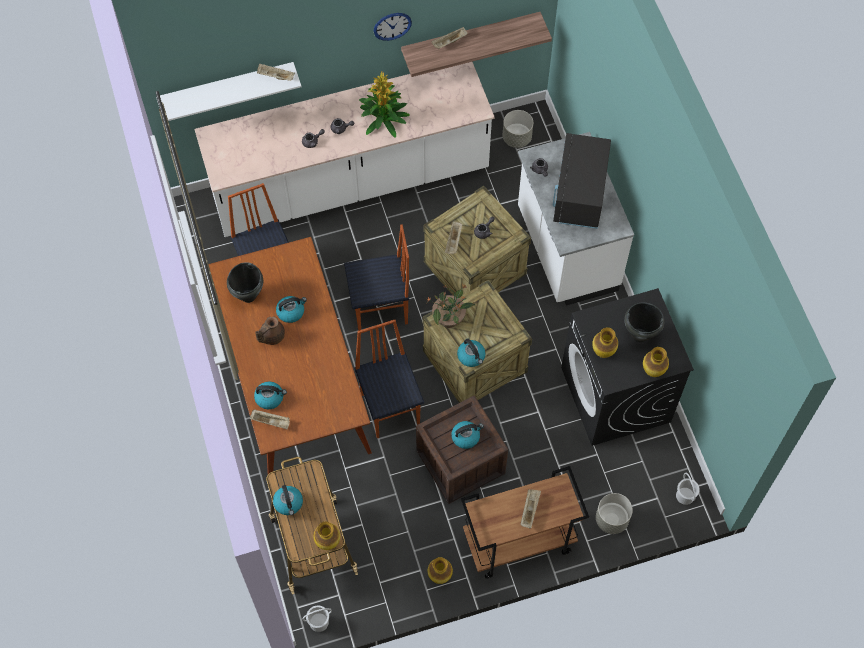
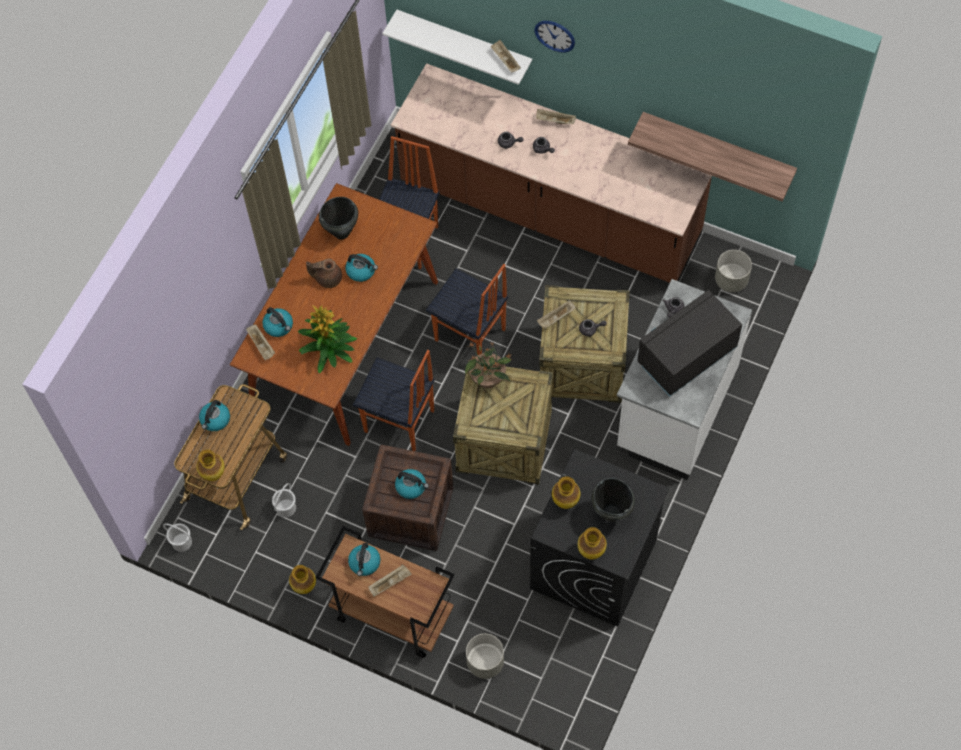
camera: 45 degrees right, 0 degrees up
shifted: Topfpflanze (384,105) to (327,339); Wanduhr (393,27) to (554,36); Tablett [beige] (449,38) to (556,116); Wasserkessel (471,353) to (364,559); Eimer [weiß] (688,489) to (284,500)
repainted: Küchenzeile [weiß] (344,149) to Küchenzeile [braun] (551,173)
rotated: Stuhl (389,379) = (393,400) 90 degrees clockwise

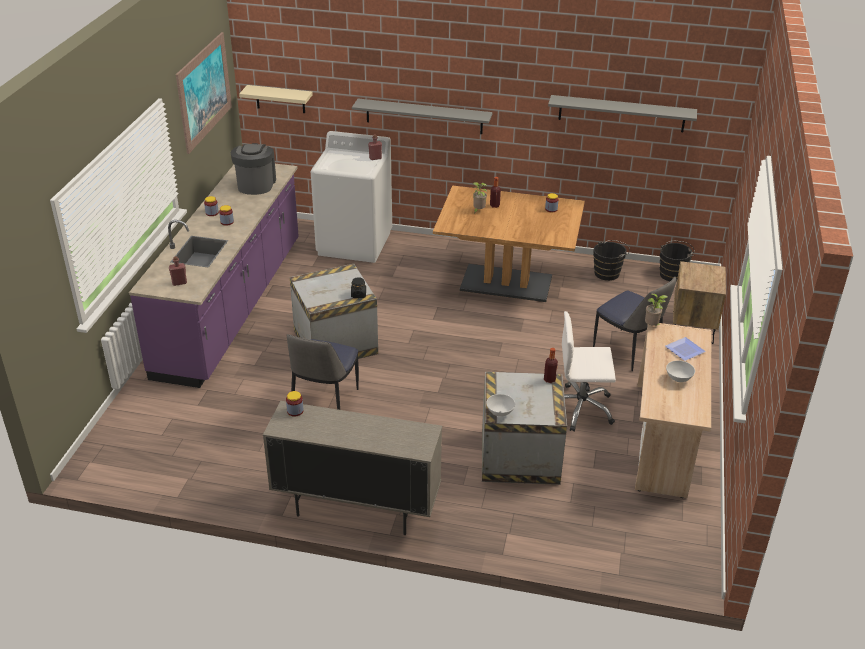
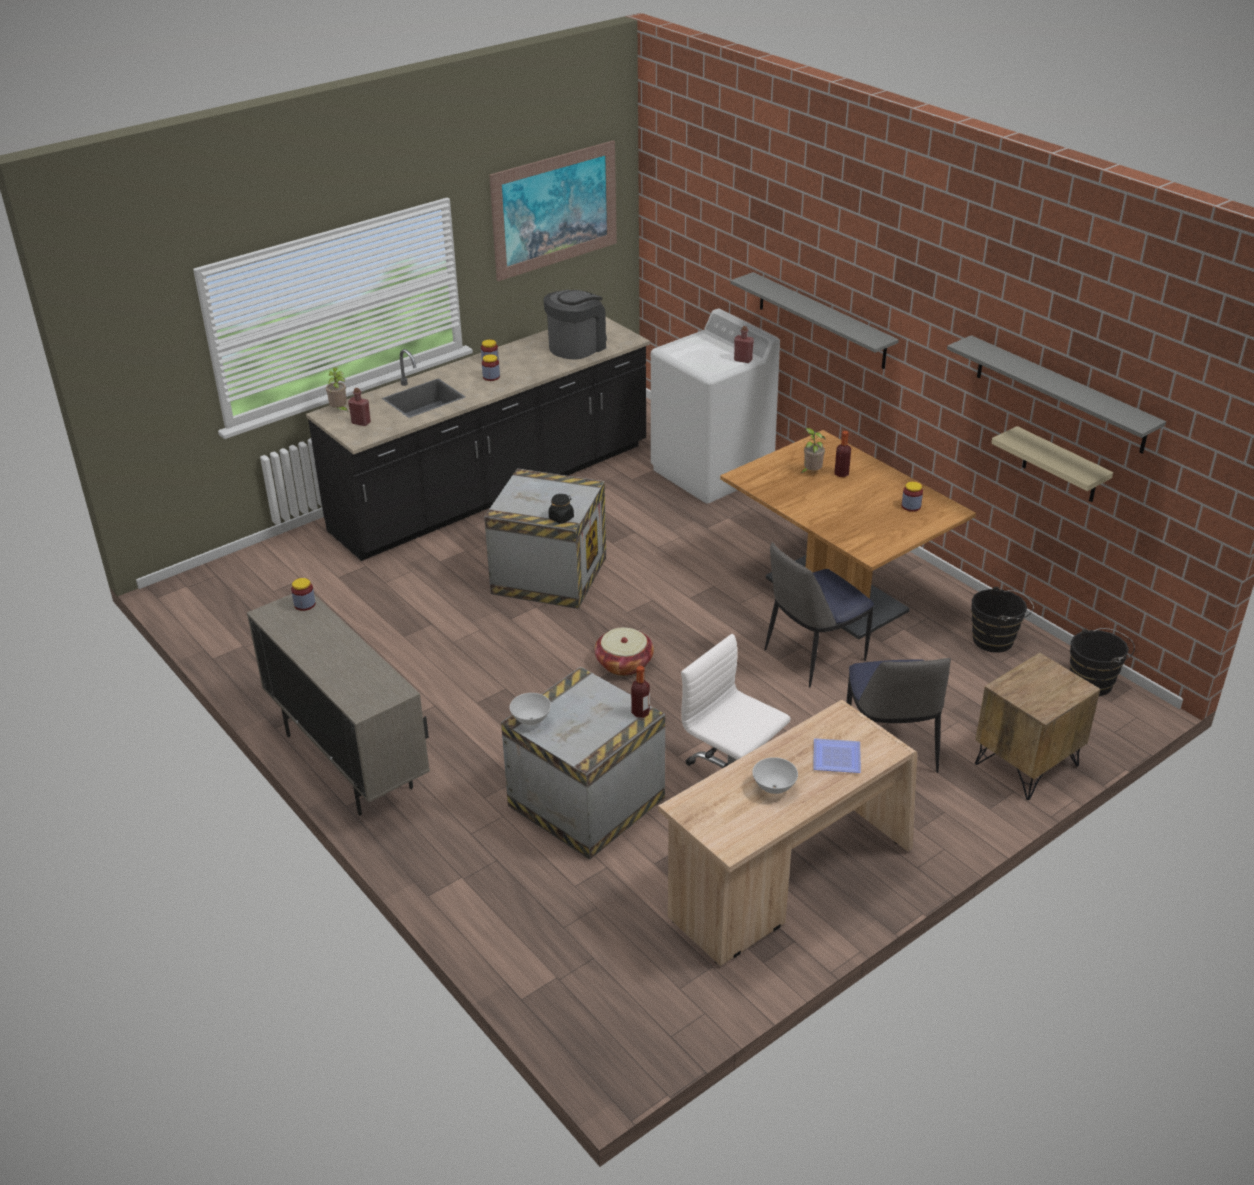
camera: 40 degrees right, 0 degrees up
new: Korb (624,652)
shifted: Wandregal [beige] (276,99) to (1052,464); Stuhl (323,372) to (819,614); Topfpflanze (656,310) to (337,390)
repainted: Küchenzeile [lila] (214,276) to Küchenzeile [schwarz] (478,439)

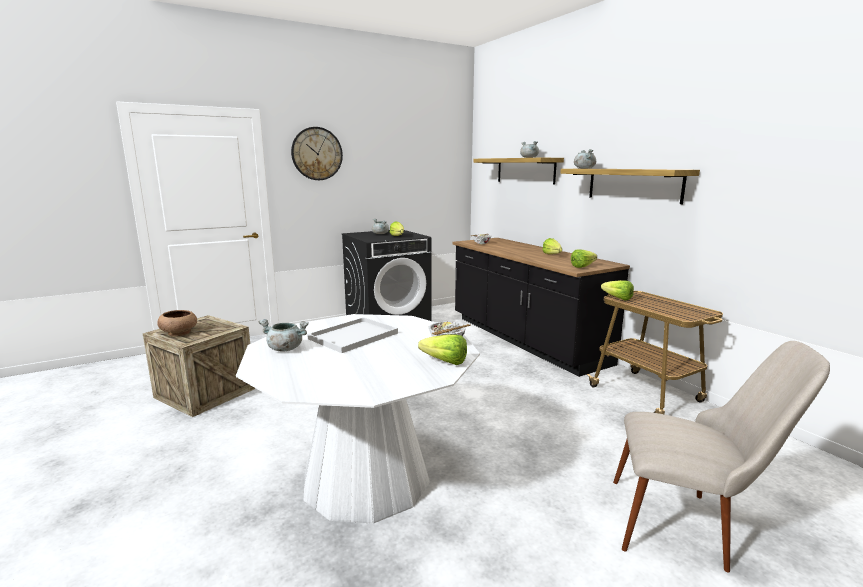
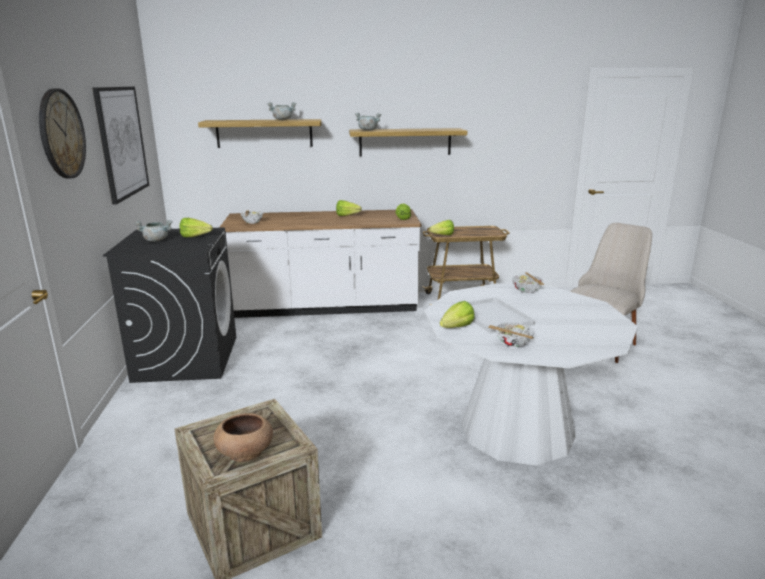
camera: 65 degrees left, 5 degrees up
new: Bild (120,146)
shifted: Salatkopf (442,349) to (457,314)
swapped: Kochtopf [grau] (284,335) to Schüssel (511,334)
repainted: Küchenzeile [schwarz] (541,307) to Küchenzeile [weiß] (320,263)

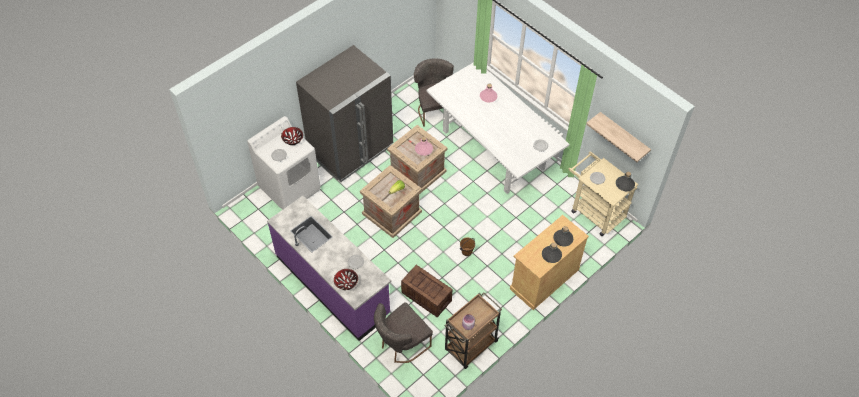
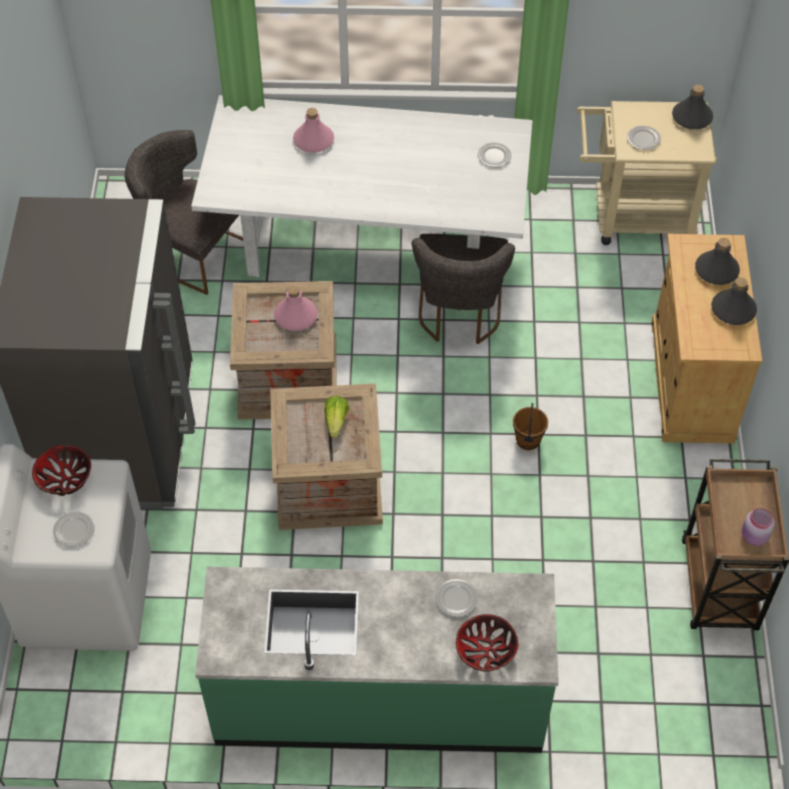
camera: 45 degrees left, 0 degrees up
gone: Kiste (427,291); Wandregal (618,137)
shifted: Stuhl [grau] (403,332) to (463,289)
repainted: Küchenzeile [lila] (329,268) to Küchenzeile [grün] (377,660)

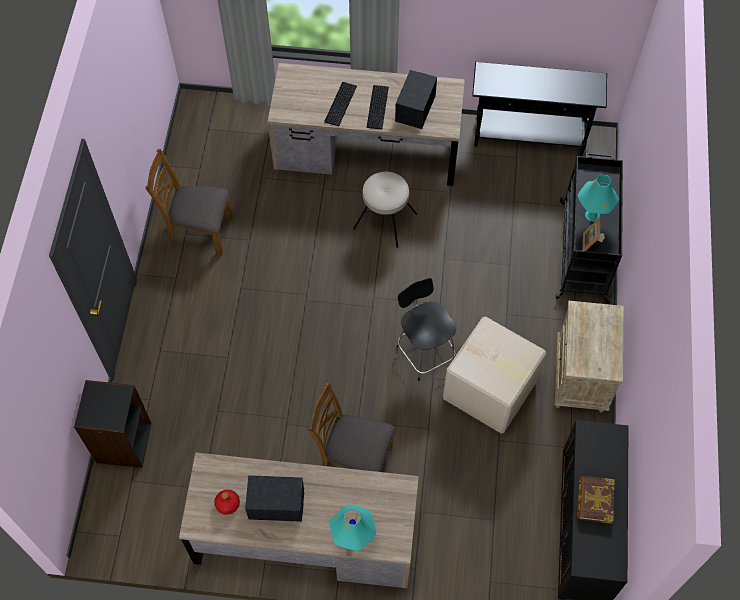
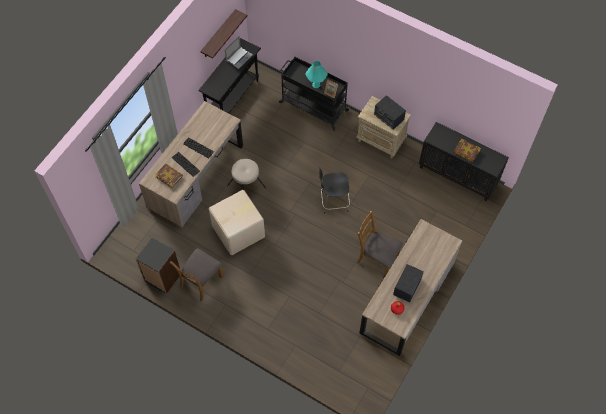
camera: 65 degrees left, 0 degrees up
gone: Tischlampe [türkis] (353,527)
new: Buch (169,176); Wandregal (223,33); Laptop (239,52)
shifted: Bücherregal [schwarz] (113,424) to (157,266); Radio (416,99) to (390,112); Karton (494,374) to (237,222)
rotated: Stuhl [braun] (351,427) = (380,243) 75 degrees clockwise

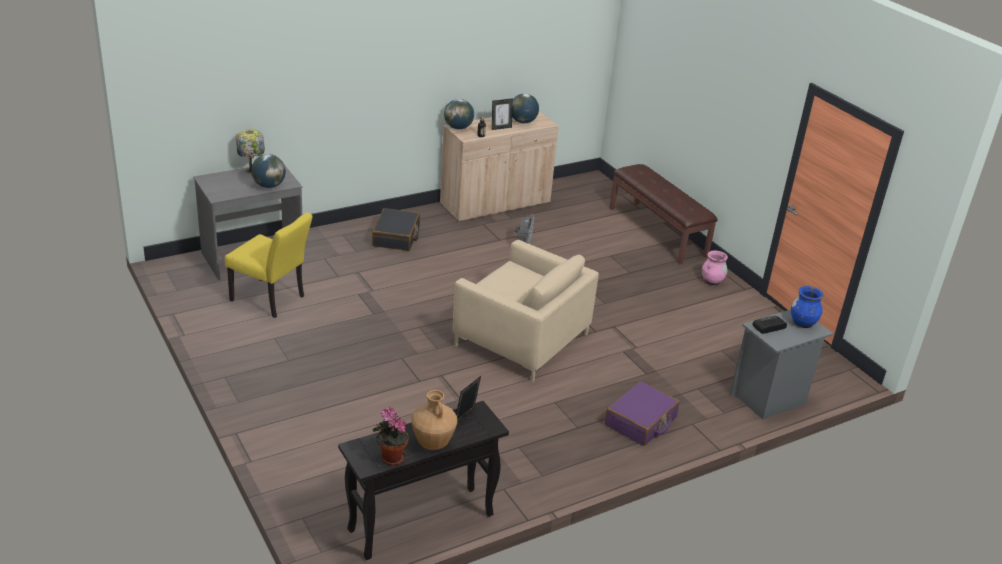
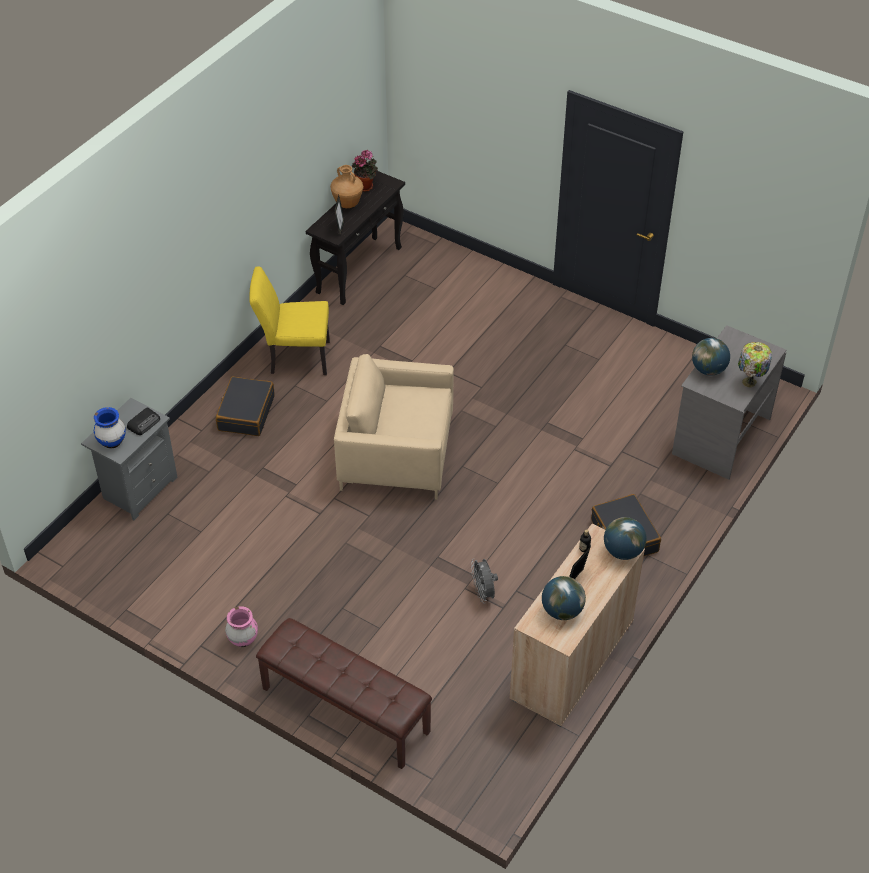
camera: 155 degrees right, 15 degrees up
shifted: Stuhl [gelb] (268,265) to (289,320)
repainted: Koffer [lila] (642,413) to Koffer [schwarz] (245,406)

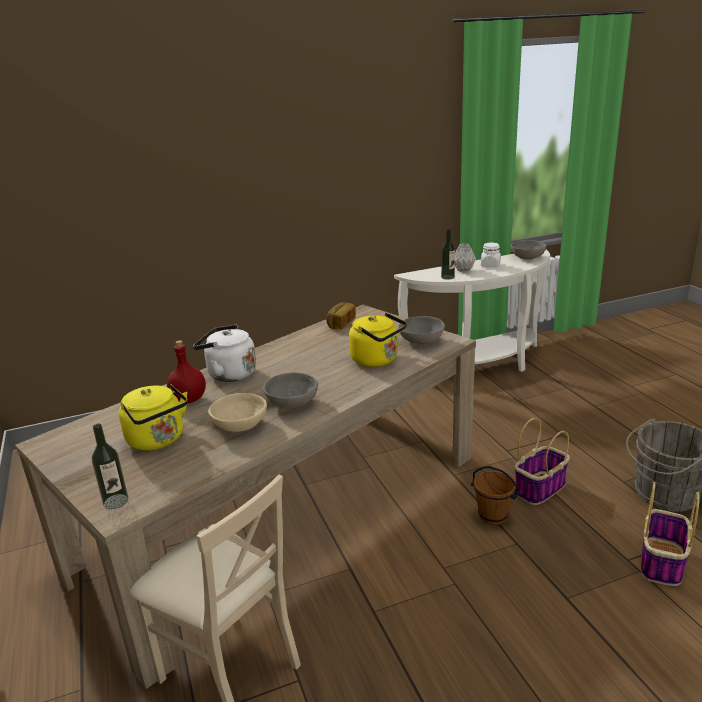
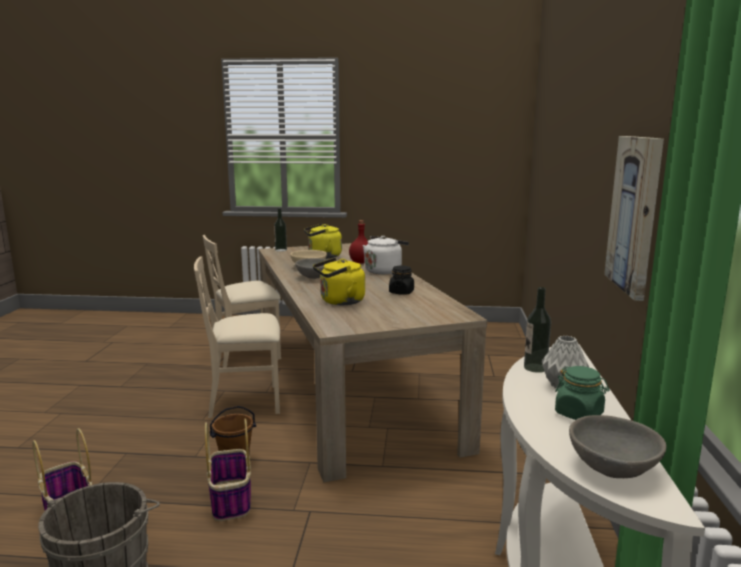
camera: 115 degrees right, 10 degrees down
gone: Brot (341,315); Schüssel [grau] (421,330)
new: Stuhl [beige] (237,337); Vorratsglas [schwarz] (401,280); Bild (634,218)
repainted: Vorratsglas [weiß] (491,255) to Vorratsglas [grün] (582,393)

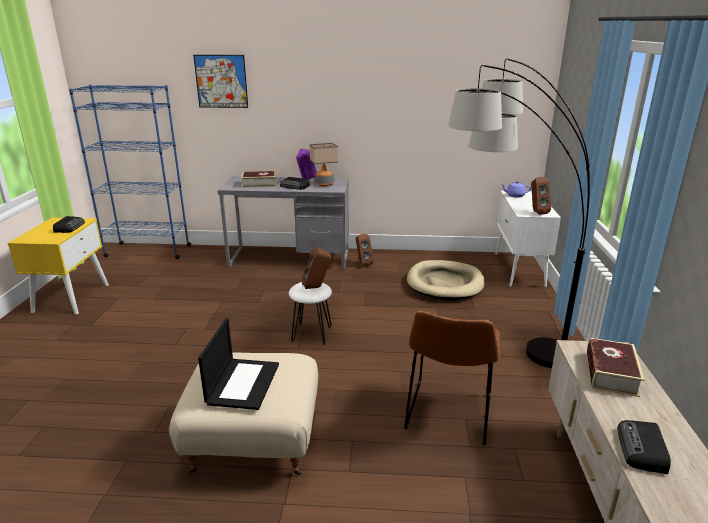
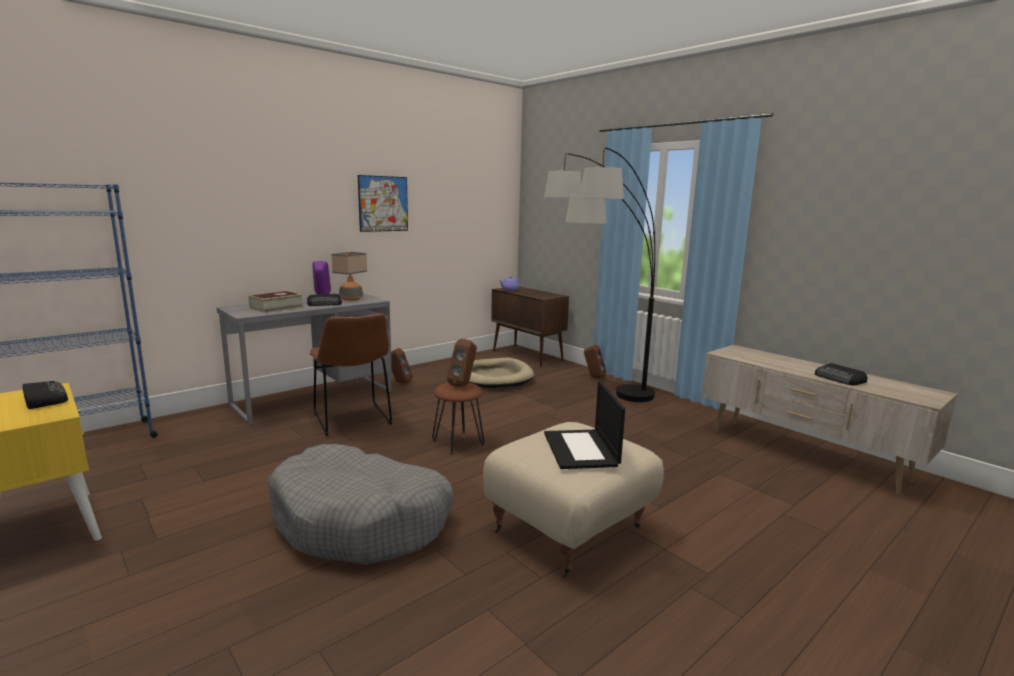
camera: 45 degrees left, 10 degrees down
gone: Buch (615,367)
new: Hundebett [grau] (361,504)
shifted: Bild (220,81) to (383,203); Stuhl [braun] (452,378) to (351,374); Lautsprecher [braun] (541,196) to (595,362)
repainted: Hocker [weiß] (310,313) to Hocker [braun] (458,419); Schrank [weiß] (528,239) to Schrank [braun] (530,326)
rotated: Laptop (238,364) = (584,425) 150 degrees counterclockwise

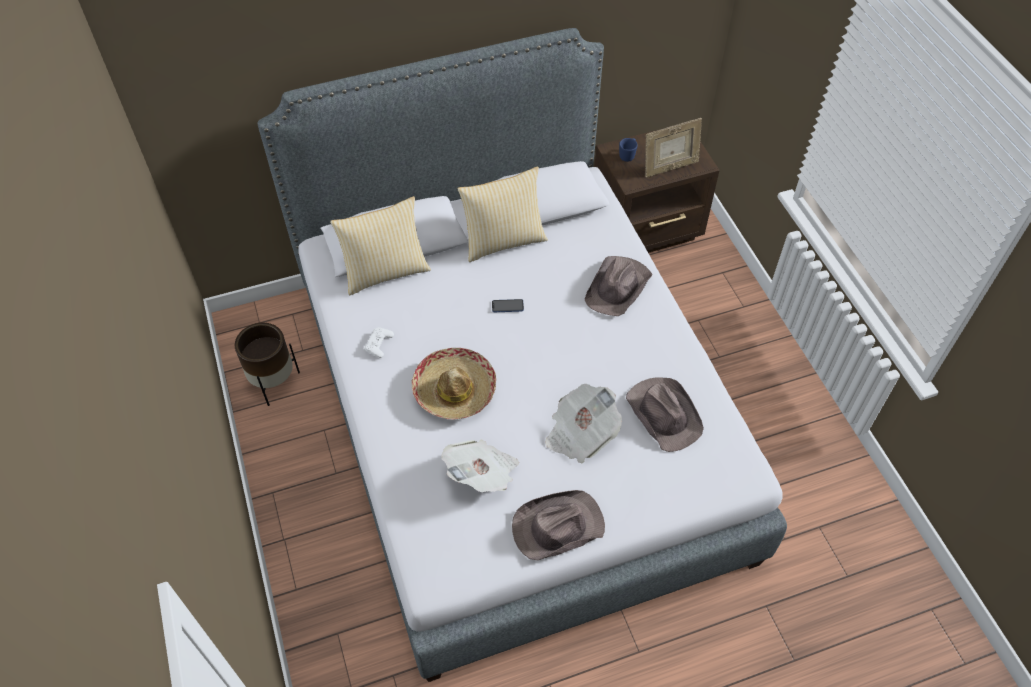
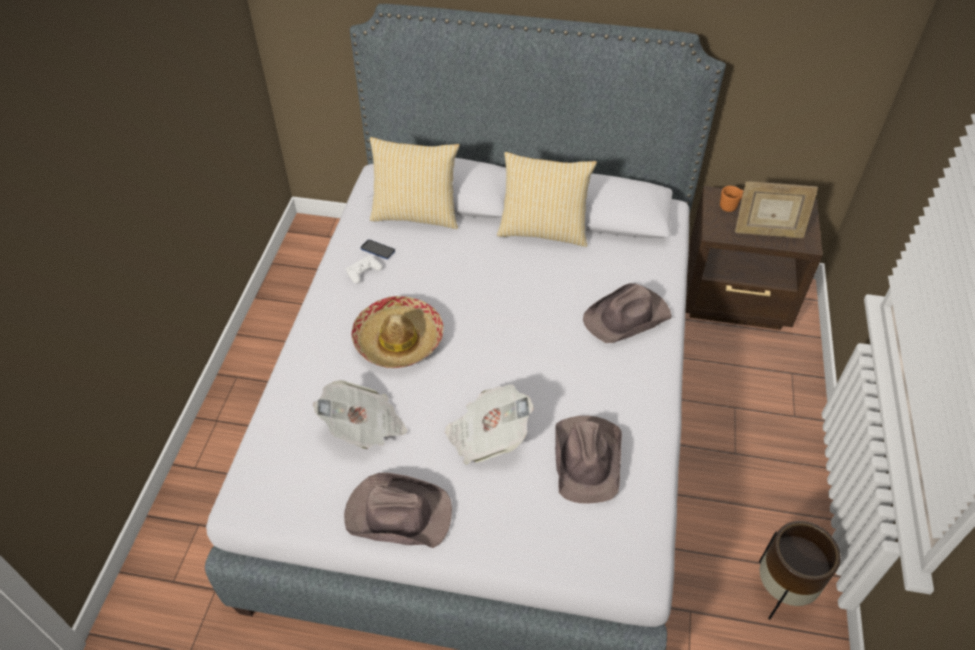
camera: 30 degrees right, 5 degrees down
shifted: Pflanzkübel [braun] (267,364) to (800,570); Handy (508,305) to (377,249)
repainted: Henkelbecher [blau] (628,150) to Henkelbecher [orange] (731,199)

